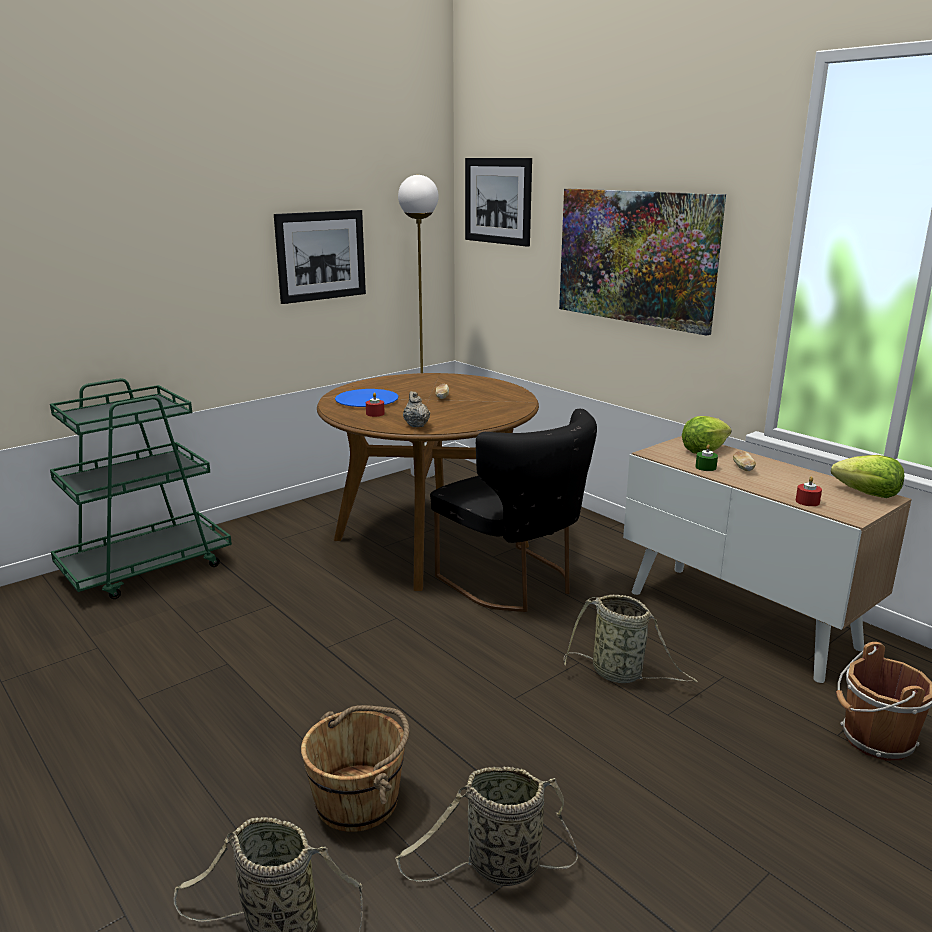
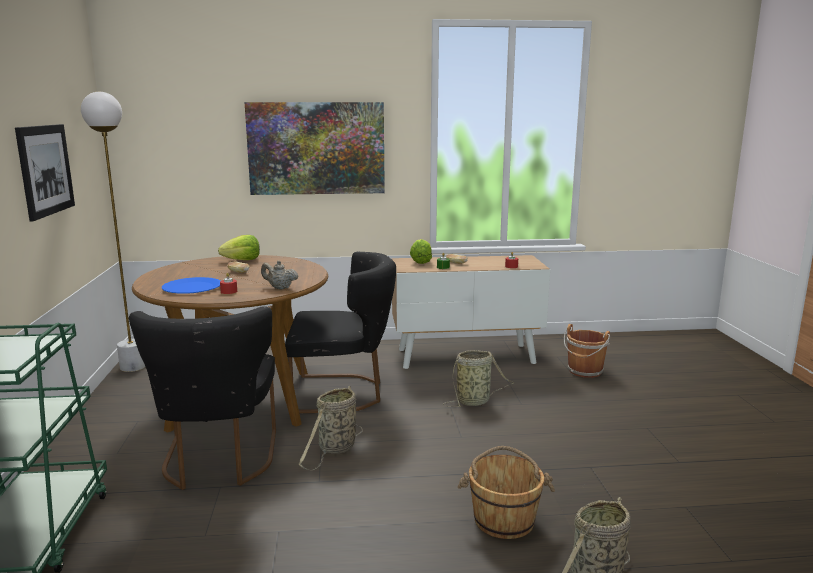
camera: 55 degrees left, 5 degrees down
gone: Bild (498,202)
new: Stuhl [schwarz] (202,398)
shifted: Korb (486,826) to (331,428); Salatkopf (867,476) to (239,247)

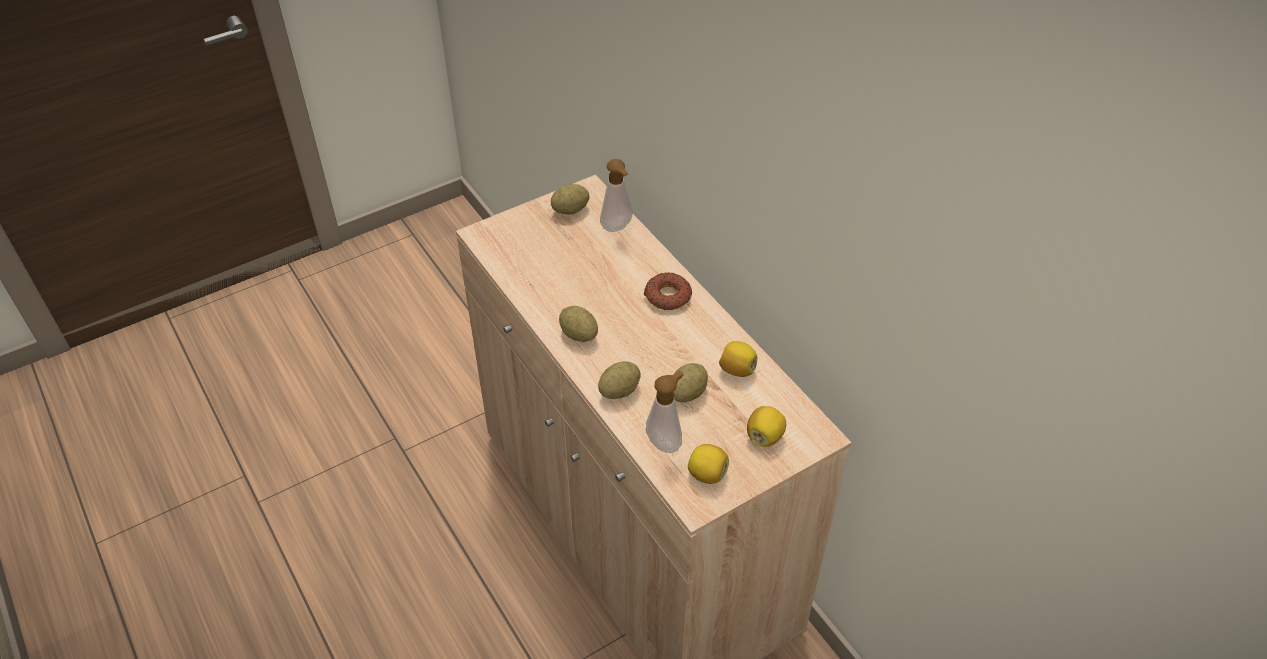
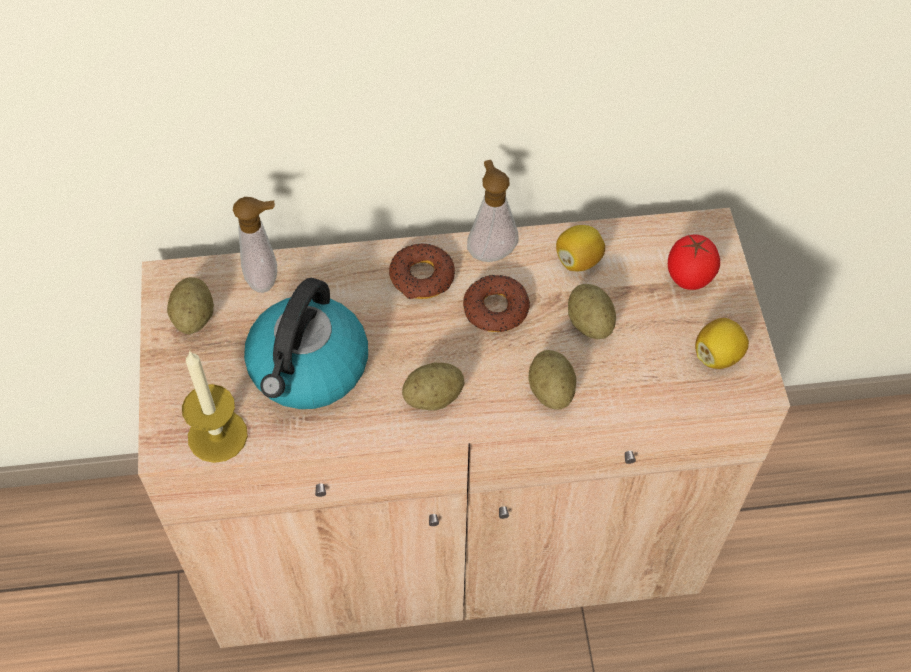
camera: 65 degrees left, 10 degrees up
new: Kerze (215,406); Wasserkessel (306,343); Donut (496,303)
shifted: Seifenspender (664,412) to (492,211)
swapped: Zitrone (766,426) to Tomate (694,262)

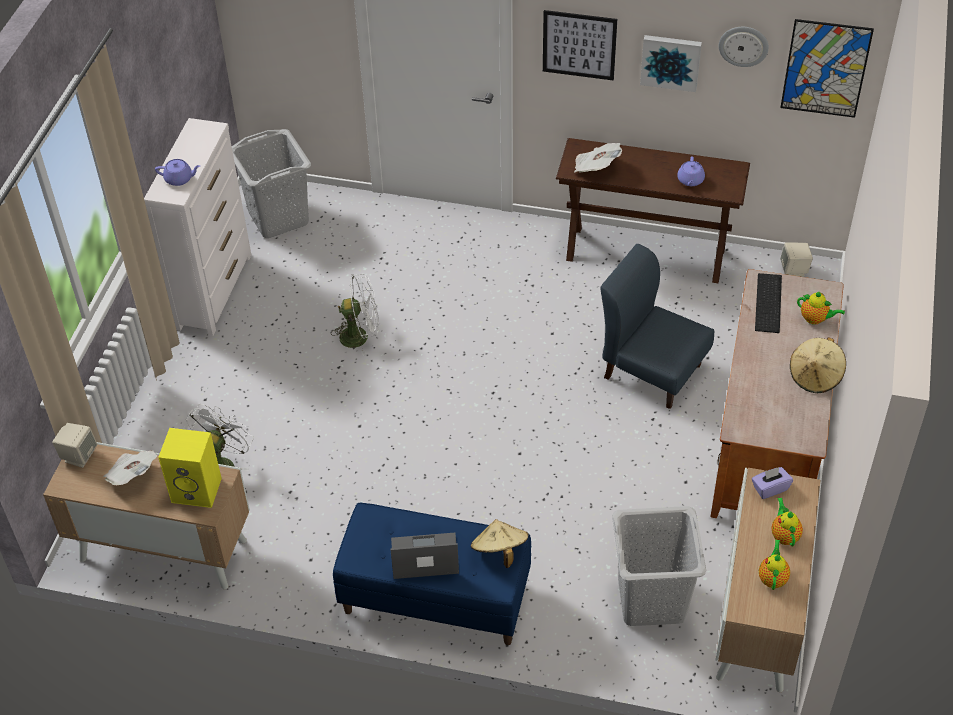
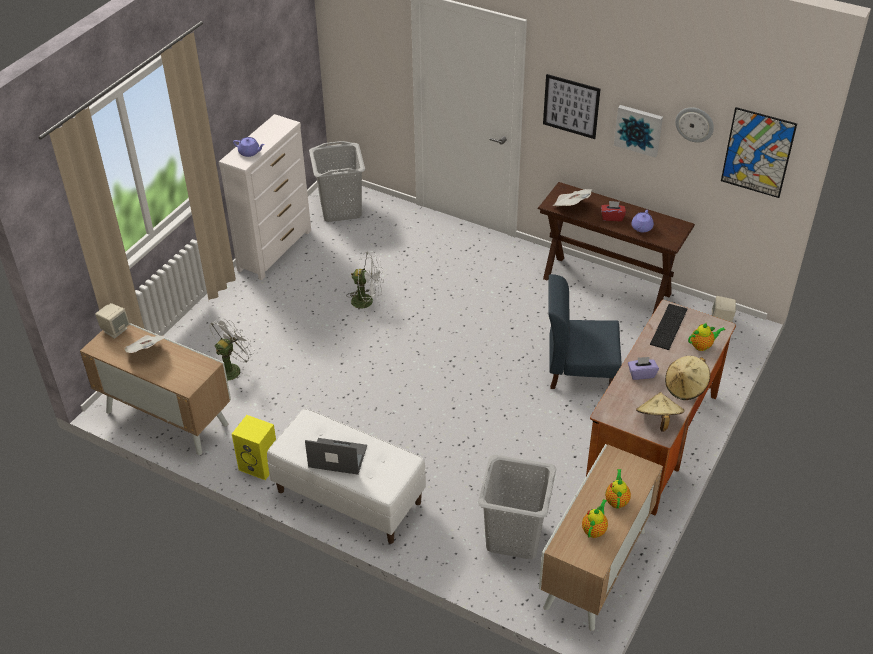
camera: 15 degrees right, 5 degrees down
new: Taschentuchbox [rot] (613,211)
shifted: Lautsprecher [gelb] (190,468) to (254,447); Hut [beige] (500,543) to (660,412); Taschentuchbox [lila] (772,483) to (643,368)
repainted: Bank [blau] (432,574) to Bank [weiß] (346,476)
rotated: Stuhl [blau] (657,326) = (584,331) 45 degrees counterclockwise; Teekanne (821,308) = (707,337) 60 degrees counterclockwise

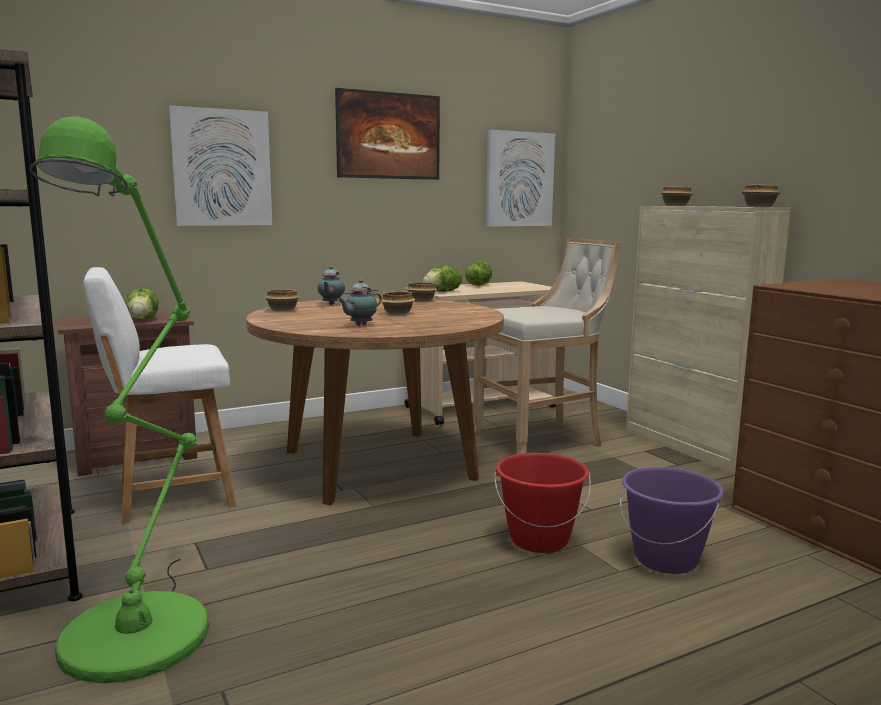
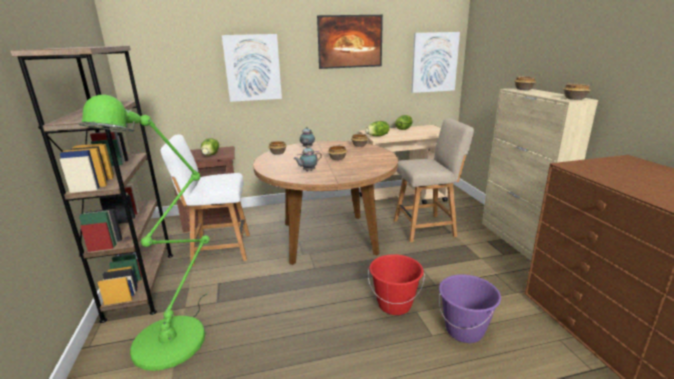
camera: 15 degrees right, 10 degrees up
swapped: Hocker [beige] (547,346) to Stuhl [beige] (434,180)

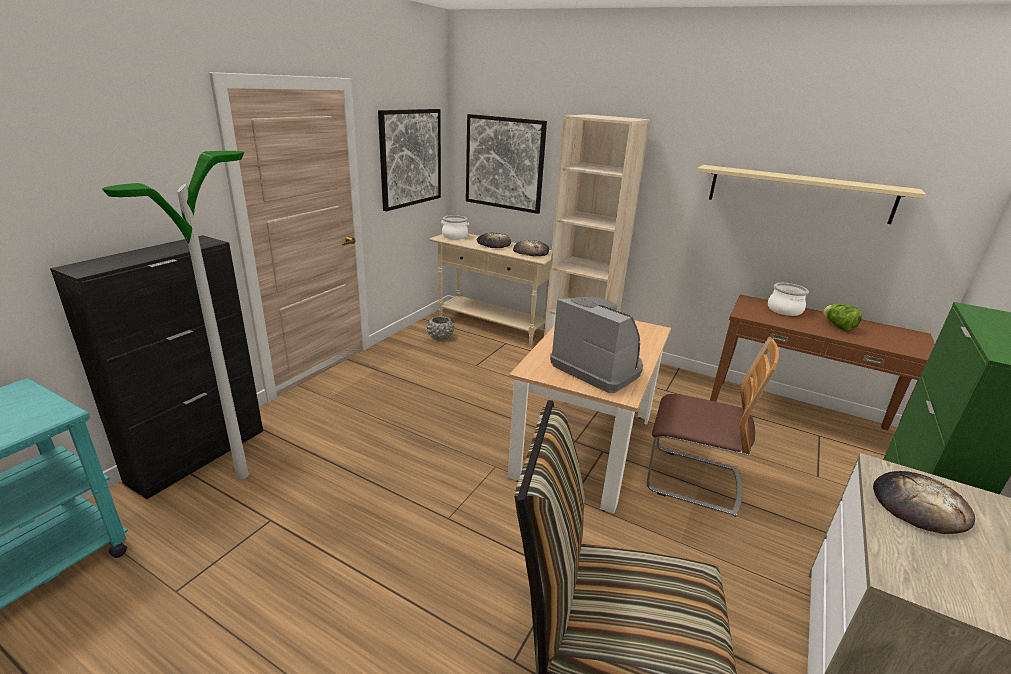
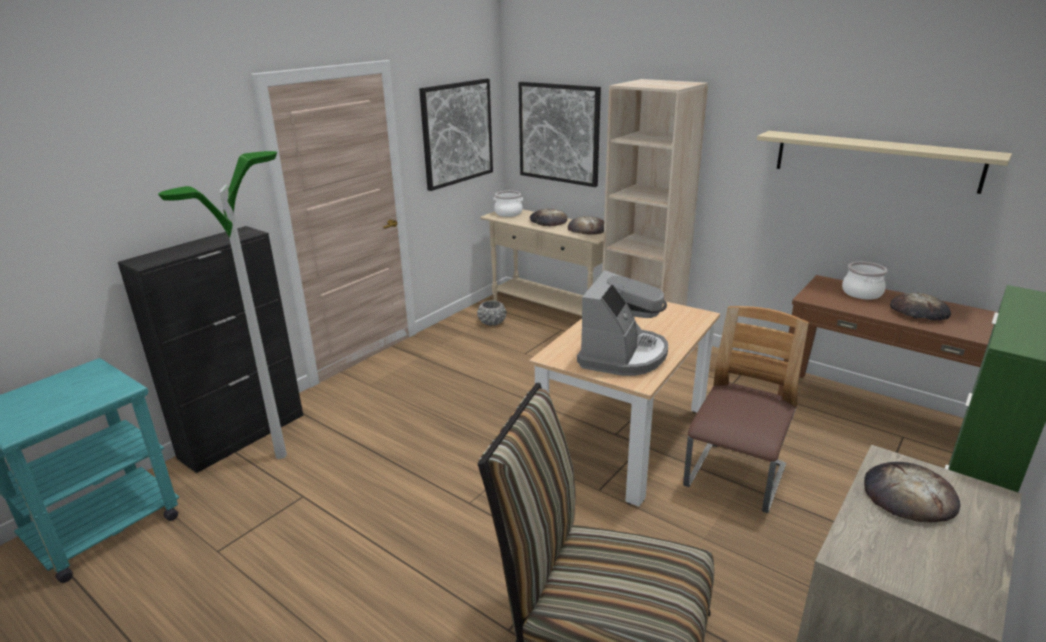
camera: 10 degrees right, 0 degrees up
swapped: Salatkopf (842,317) to Brot (920,306)
rotated: Kaffeemaschine (596,345) = (622,323) 60 degrees clockwise; Stuhl (713,427) = (746,409) 90 degrees counterclockwise

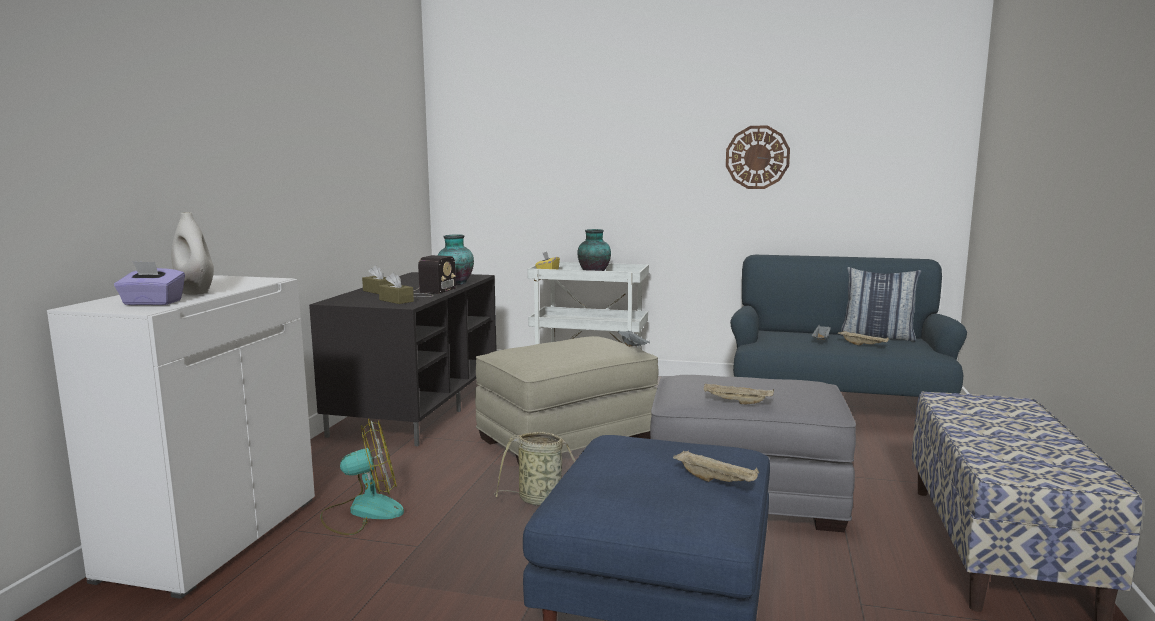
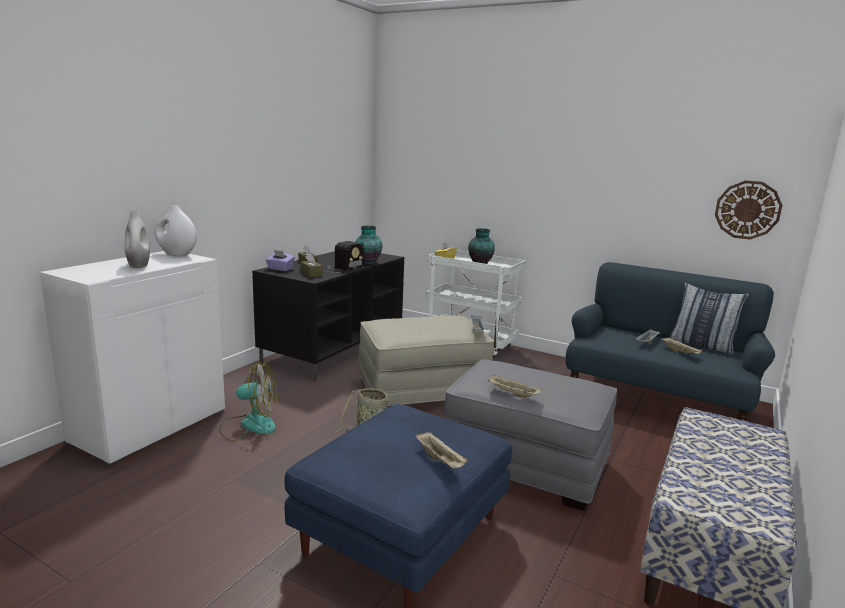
camera: 15 degrees right, 5 degrees up
new: Vase [weiß] (175,231)
shifted: Taschentuchbox [lila] (149,283) to (280,260); Wanduhr (758,157) to (748,210)

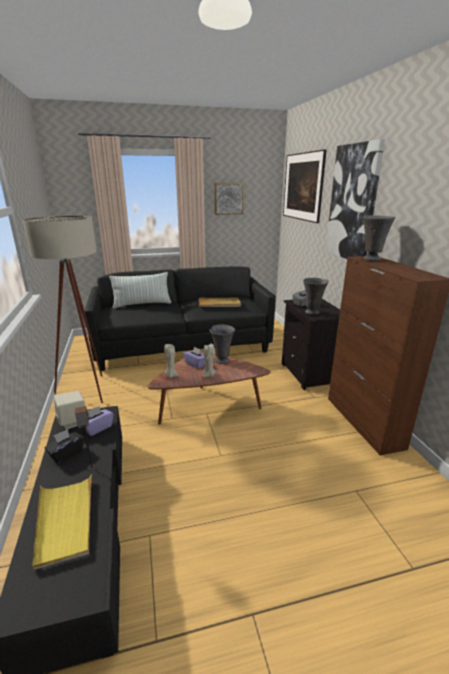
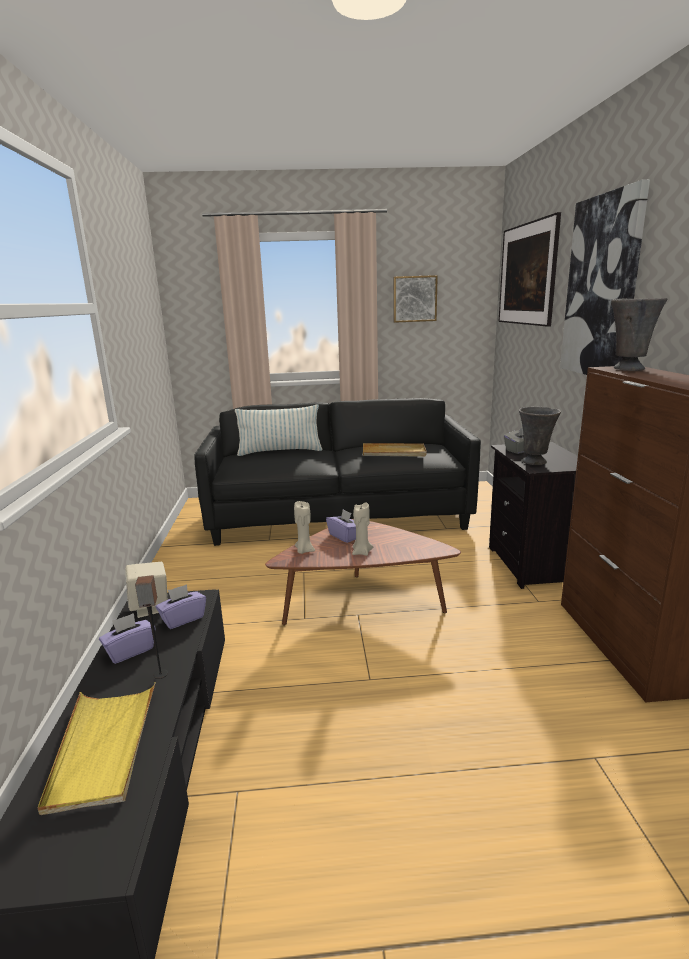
camera: 10 degrees right, 5 degrees down
gone: Stehlampe [beige] (62,309); Vase [grau] (222,344)
repainted: Taschentuchbox [schwarz] (64,446) to Taschentuchbox [lila] (127,638)

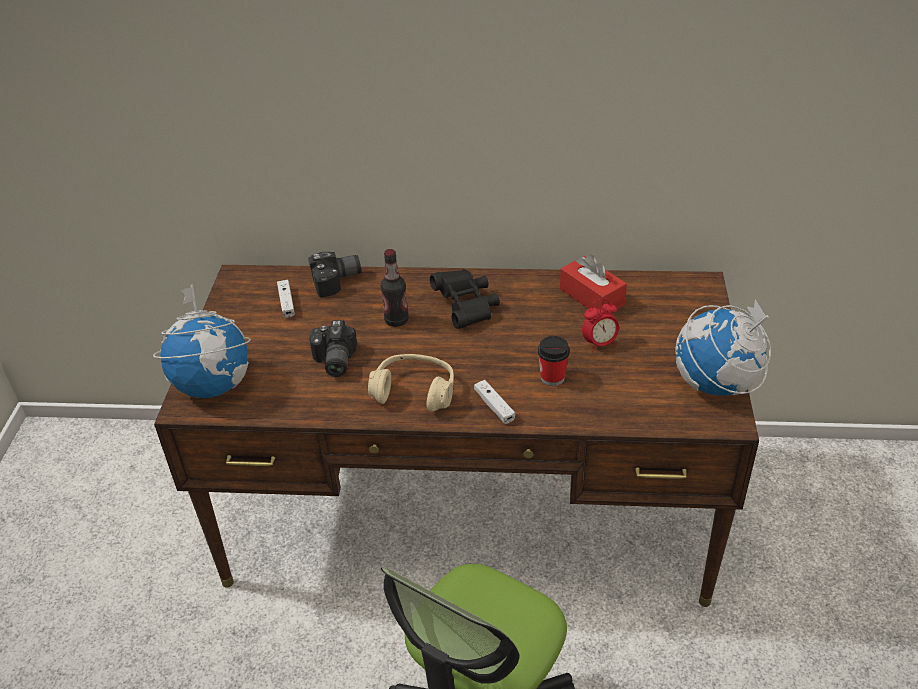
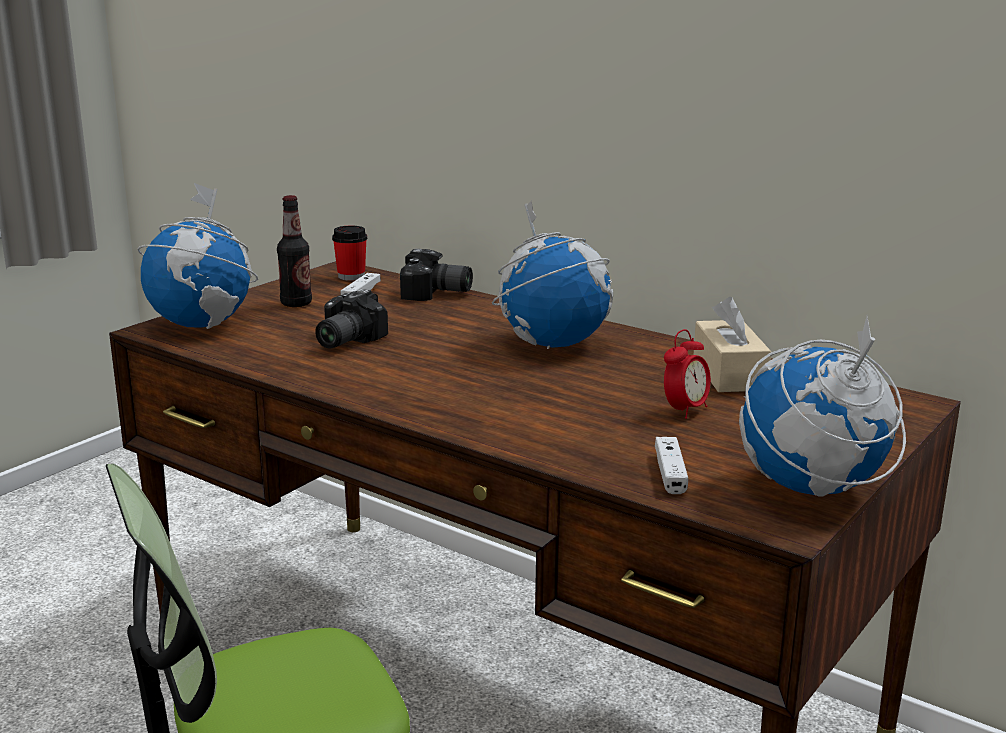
camera: 30 degrees right, 20 degrees down
gone: Kopfhörer [beige] (411,382)
shifted: Flasche (395,288) to (294,251); Gamepad [weiß] (494,402) to (671,465); Tasse (554,361) to (349,253)
swapped: Fernglas [schwarz] (465,299) to Globus (552,274)
repainted: Taschentuchbox [rot] (593,282) to Taschentuchbox [beige] (732,344)
rotated: Wecker (600,325) = (687,374) 60 degrees counterclockwise

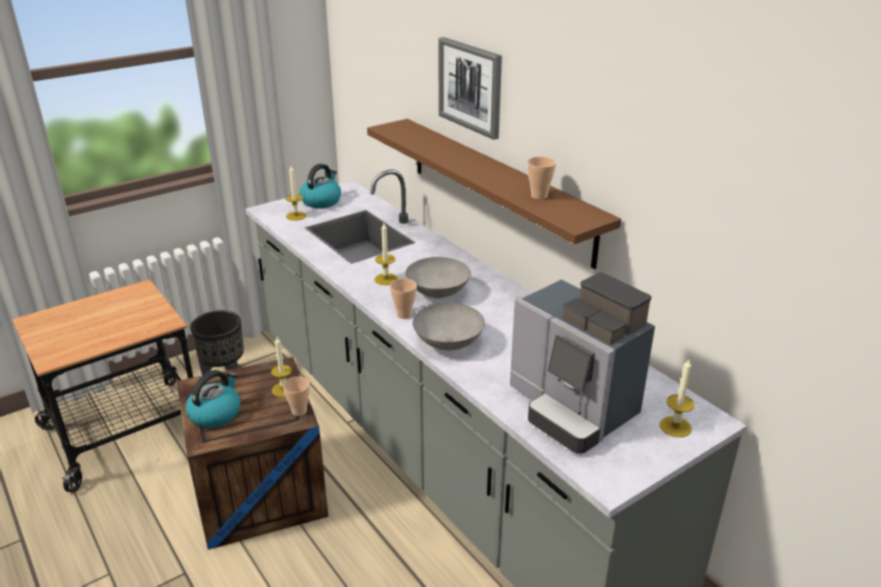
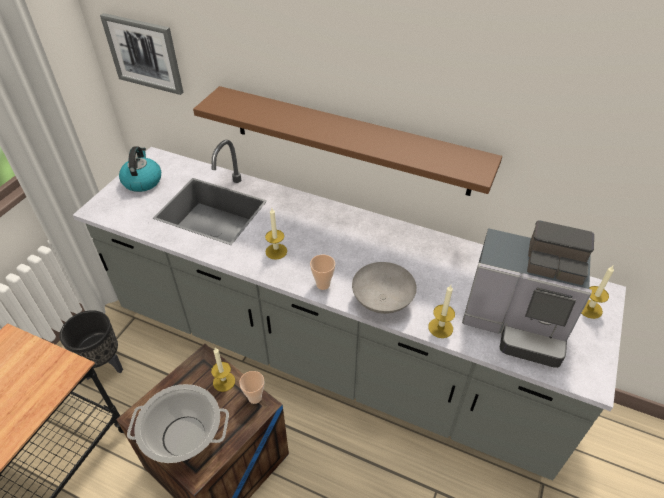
camera: 30 degrees left, 15 degrees up
gone: Schüssel [grau] (438,277); Tasse (541,178)
shifted: Kerze (296,193) to (441,311); Bild (470,88) to (141,54)
swapped: Wasserkessel (213,399) to Kochtopf (178,423)

